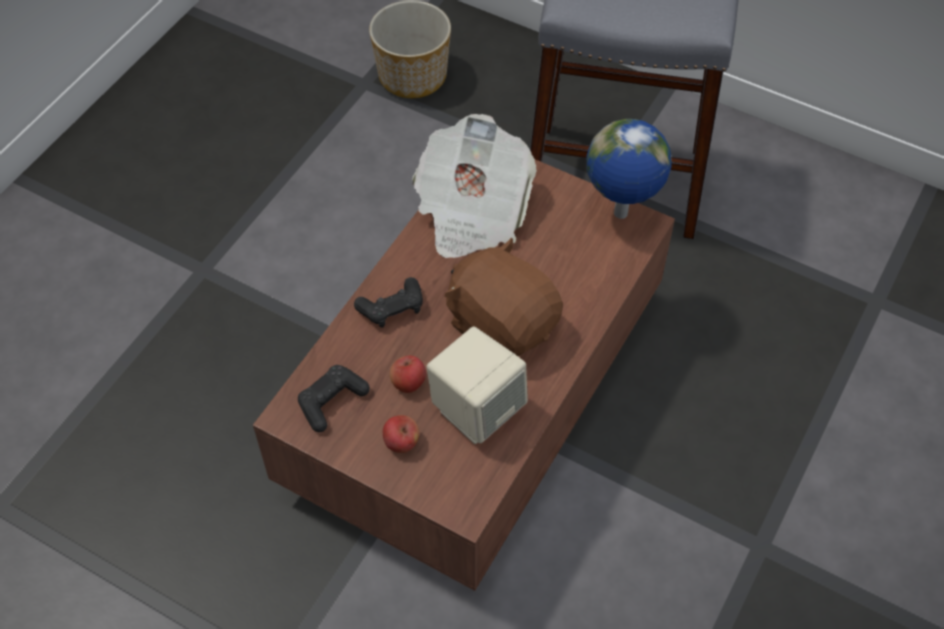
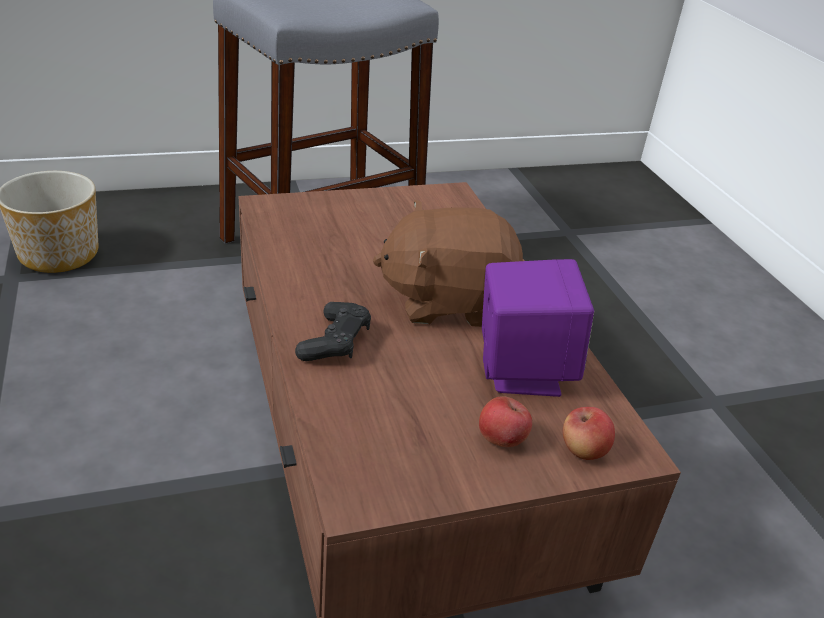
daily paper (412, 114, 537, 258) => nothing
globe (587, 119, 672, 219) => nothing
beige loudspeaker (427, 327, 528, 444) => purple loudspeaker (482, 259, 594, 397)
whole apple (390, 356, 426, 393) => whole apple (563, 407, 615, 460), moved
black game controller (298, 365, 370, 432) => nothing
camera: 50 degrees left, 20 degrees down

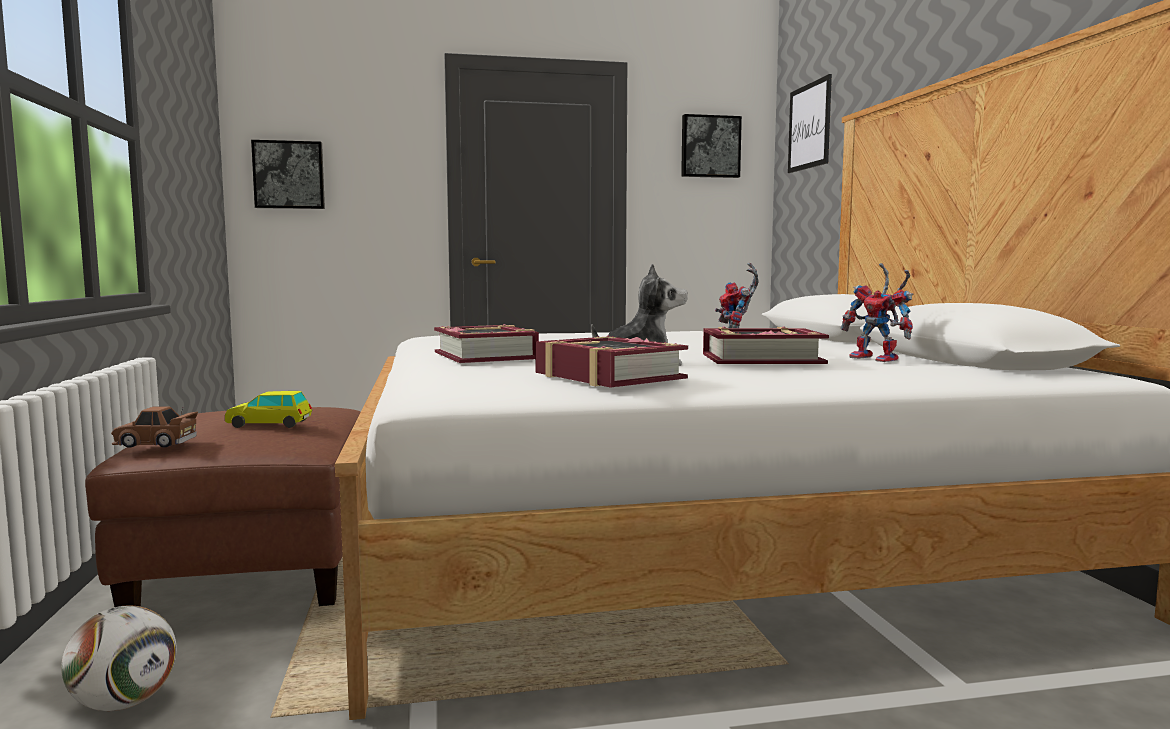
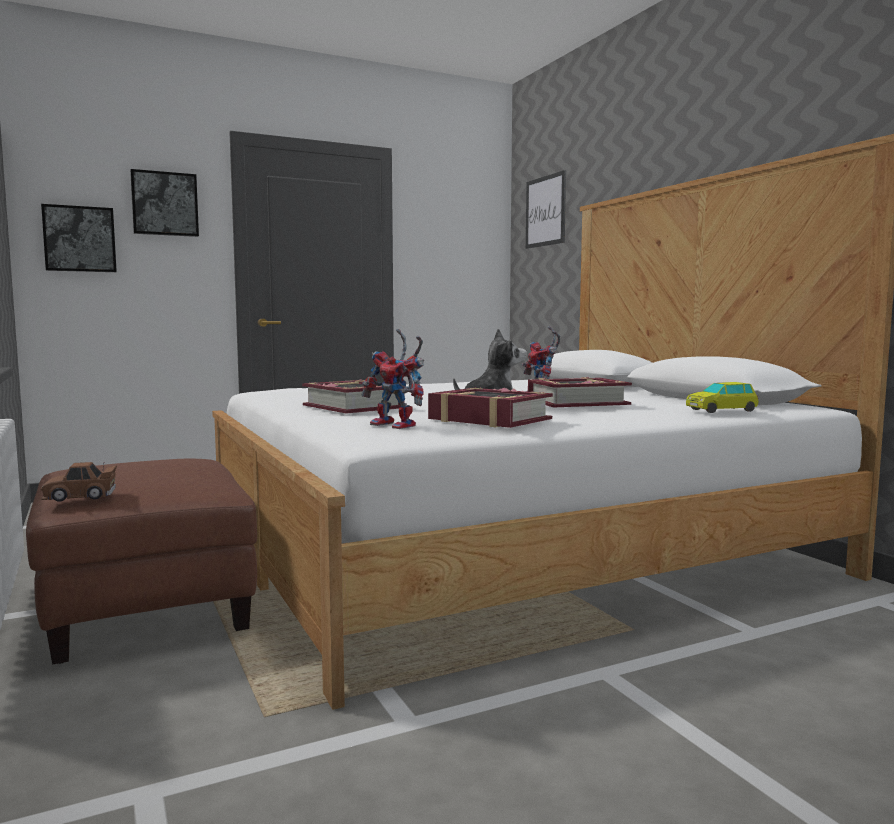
picture (681, 114, 742, 178) => picture (130, 169, 199, 237), moved
toy robot (841, 263, 913, 362) => toy robot (361, 329, 424, 429), moved
toy car (225, 391, 312, 428) => toy car (686, 382, 759, 413), moved
football ball (61, 606, 177, 711) => nothing
camera: 15 degrees left, 0 degrees up

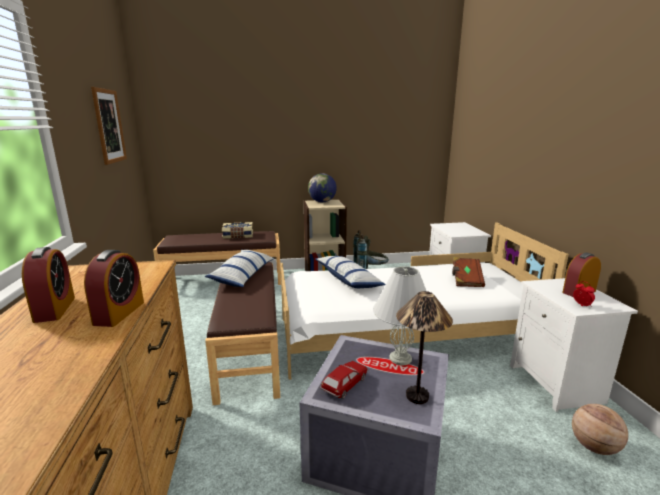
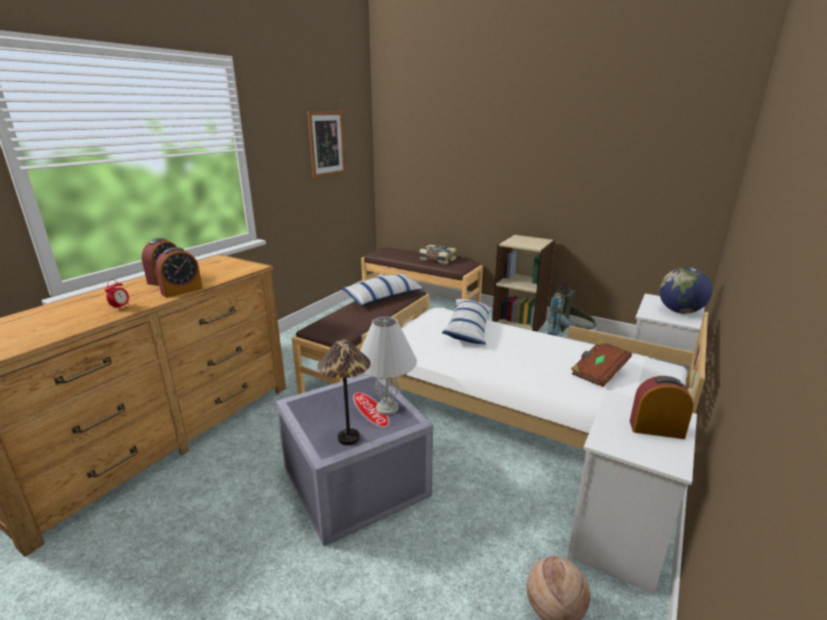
globe (308, 173, 337, 202) => globe (659, 267, 712, 313), moved
alarm clock (573, 281, 595, 307) => alarm clock (105, 279, 130, 309), moved
toy car (320, 361, 368, 399) => nothing
camera: 40 degrees right, 5 degrees up

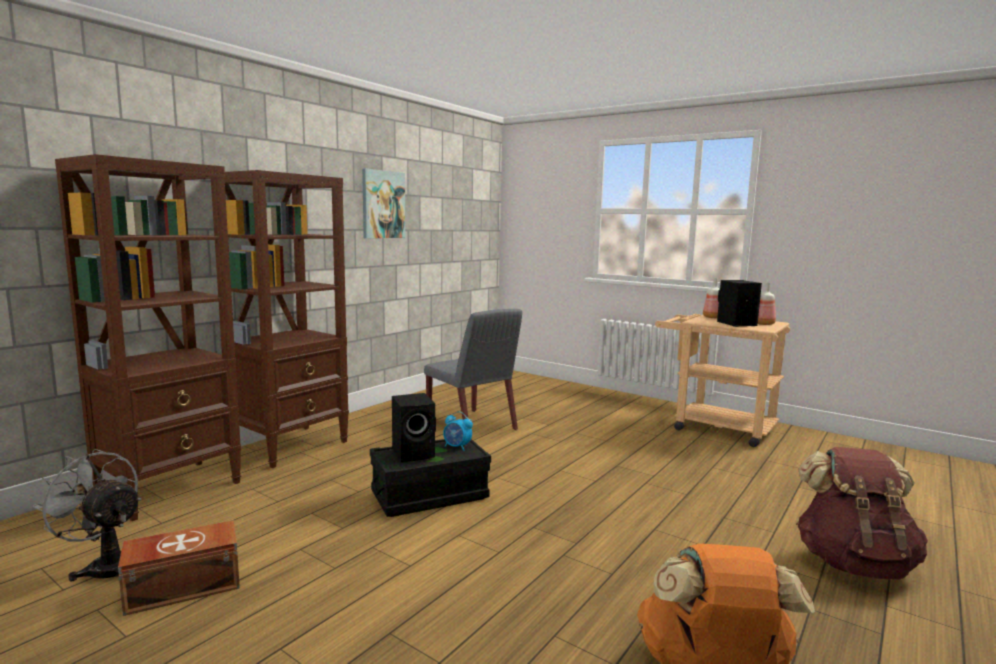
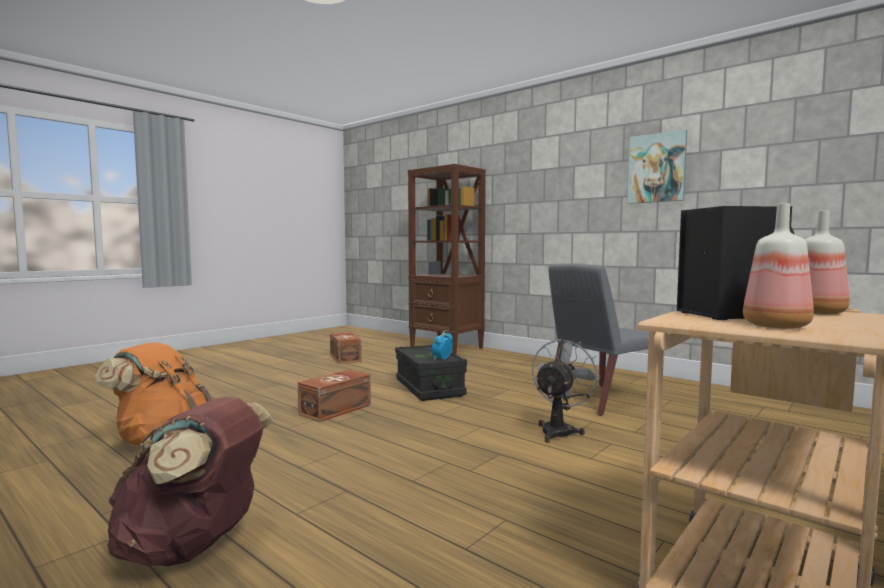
brown bookshelf (224, 170, 349, 468) => nothing
black loudspeaker (392, 393, 436, 462) => nothing
gray cooling fan (33, 449, 142, 582) => gray cooling fan (532, 338, 601, 443), moved
nothing => brown storage box (298, 370, 371, 422)
camera: 95 degrees right, 5 degrees down

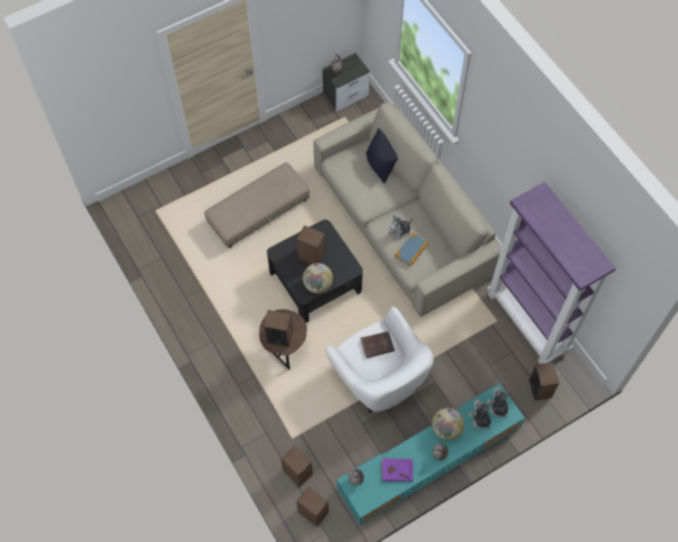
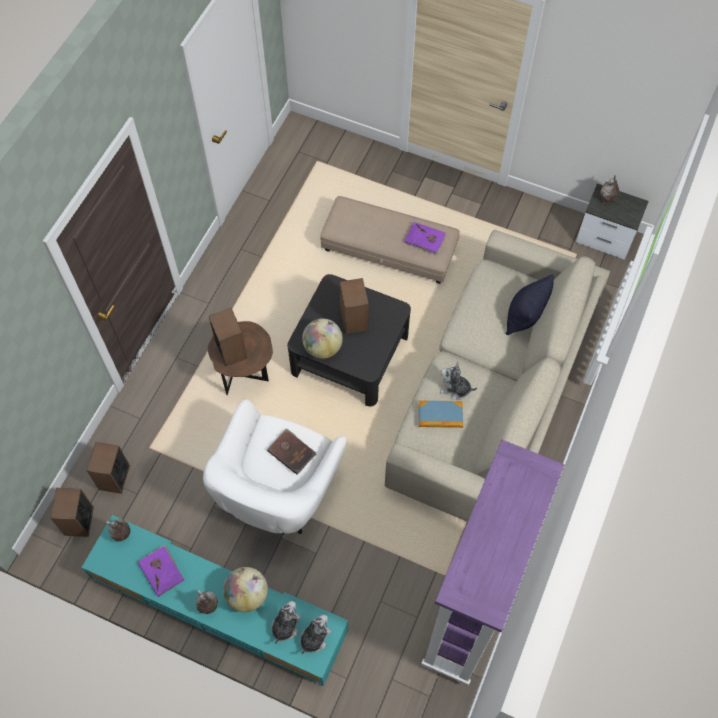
loudspeaker (529, 362, 559, 401) => nothing
nothing => purple volume (404, 222, 446, 255)
camera: 55 degrees right, 0 degrees up

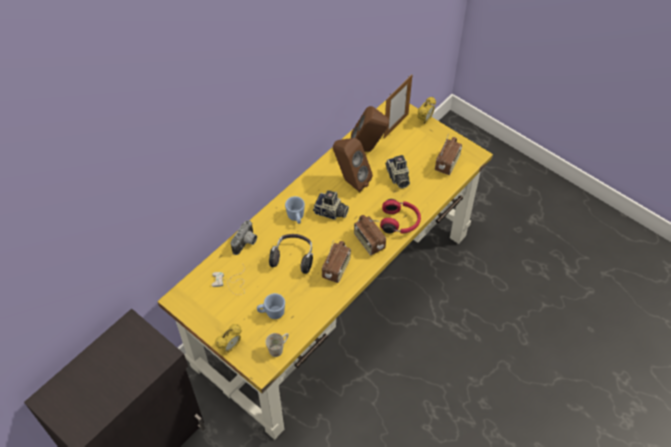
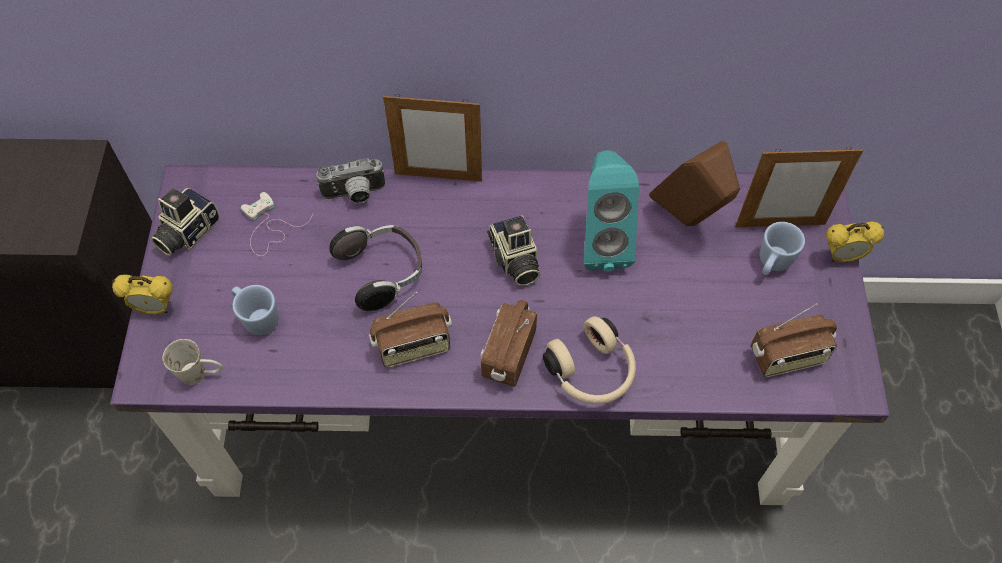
yellow-coloured desk table (157, 100, 493, 440) => purple desk table (110, 165, 890, 505)
brown loudspeaker (333, 138, 373, 192) => turquoise-coloured loudspeaker (584, 150, 639, 272)
still camera (385, 155, 410, 188) => still camera (150, 188, 220, 256), moved
bluish mug (285, 196, 305, 224) => bluish mug (760, 222, 805, 275), moved
red headset (380, 199, 421, 234) => beige headset (543, 316, 636, 404)
nothing => photo frame (383, 96, 482, 182)
camera: 50 degrees right, 5 degrees up

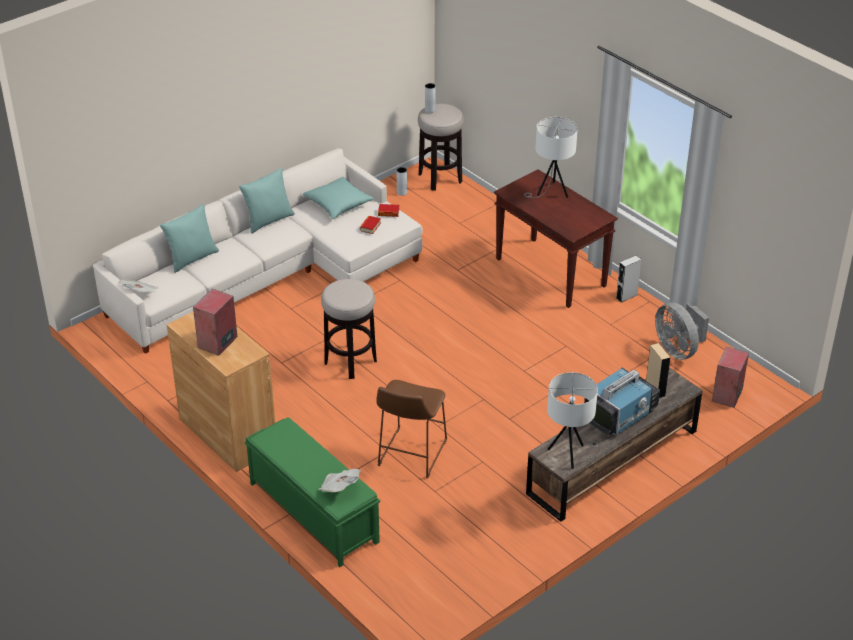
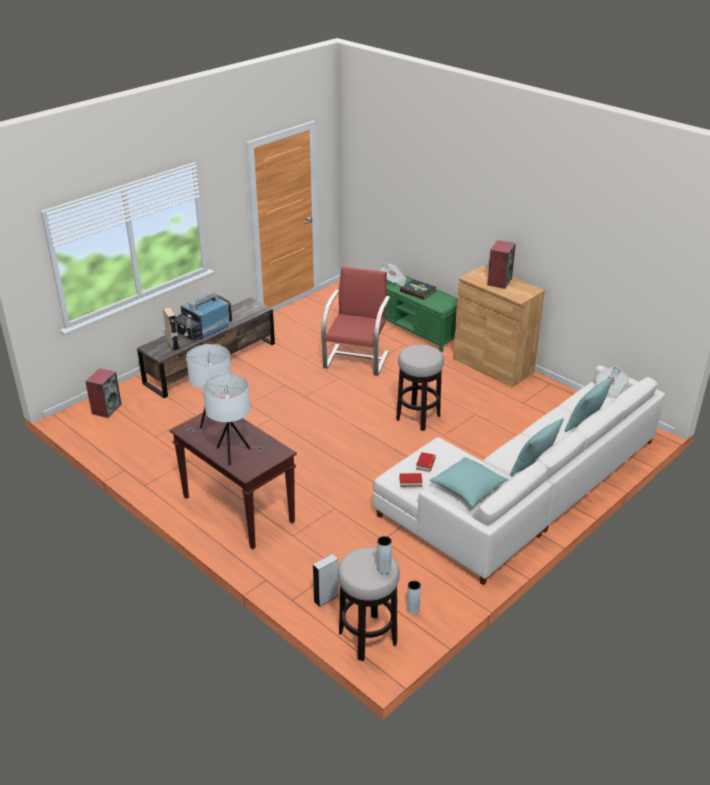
gray loudspeaker (616, 256, 641, 303) => gray loudspeaker (313, 554, 339, 607), moved
gray cooling fan (655, 303, 709, 360) => nothing
white table lamp (547, 372, 598, 469) => white table lamp (186, 344, 232, 433), moved
brown sitting stool (376, 380, 447, 479) => red easy chair (321, 267, 390, 376)
nothing => volume (400, 279, 437, 300)
camera: 175 degrees right, 5 degrees down

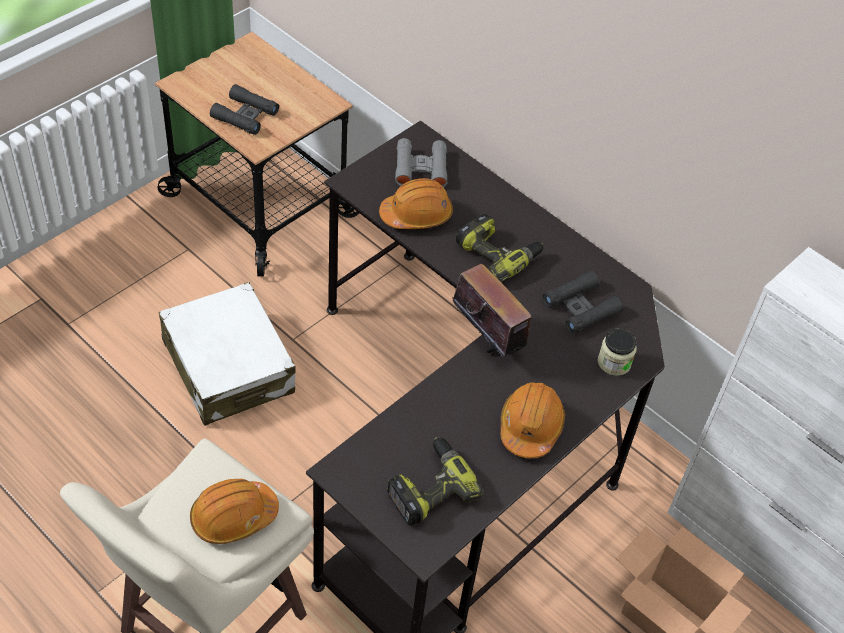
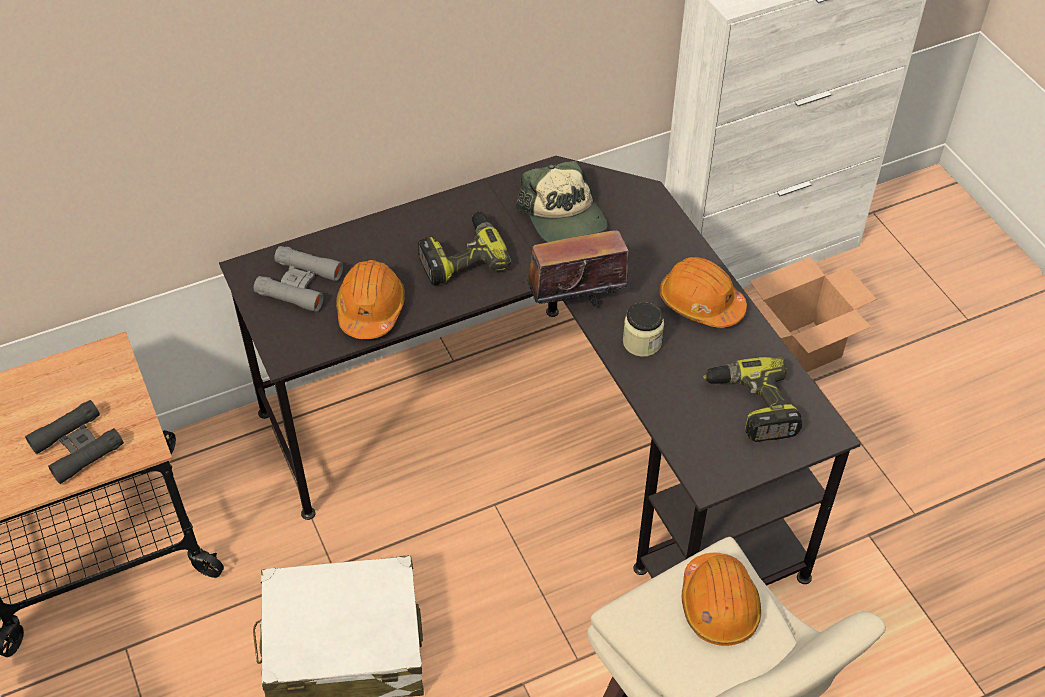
black pair of binoculars (543, 271, 623, 334) => cap (516, 161, 607, 242)
jar (598, 328, 637, 376) => jar (623, 302, 664, 357), moved
camera: 65 degrees left, 0 degrees up

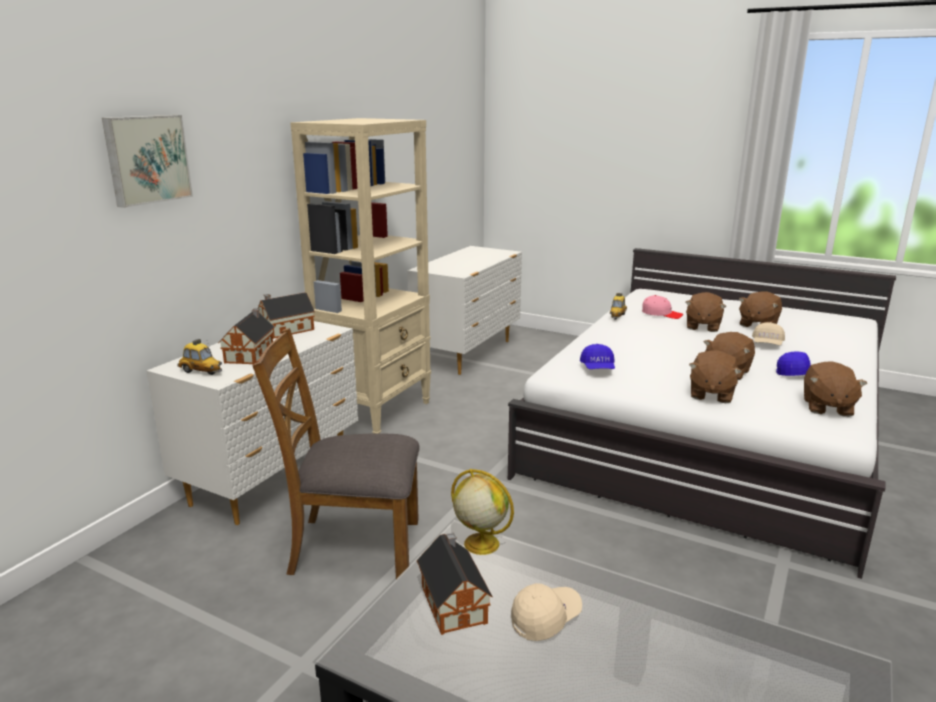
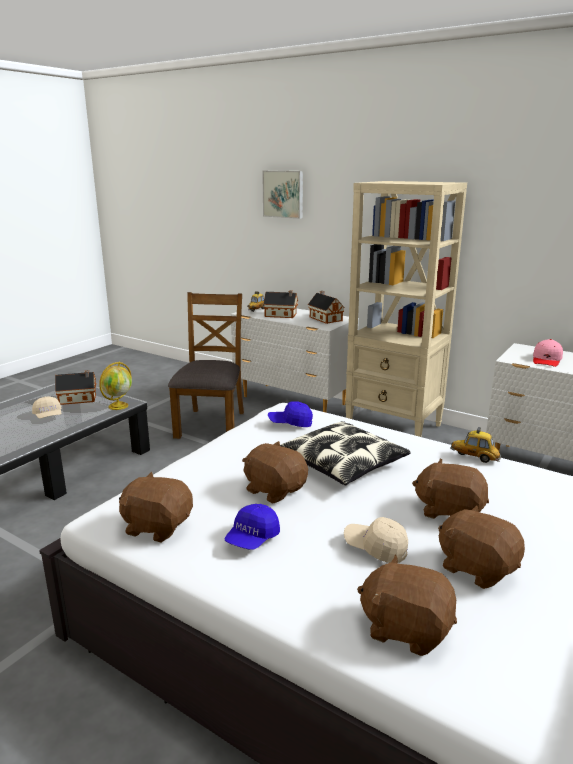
pink-coloured cap (642, 295, 683, 319) => pink-coloured cap (533, 339, 563, 367), moved
brown soft toy (689, 350, 742, 403) => brown soft toy (357, 555, 457, 656), moved
nothing => cushion (280, 421, 411, 486)
camera: 95 degrees right, 0 degrees up

